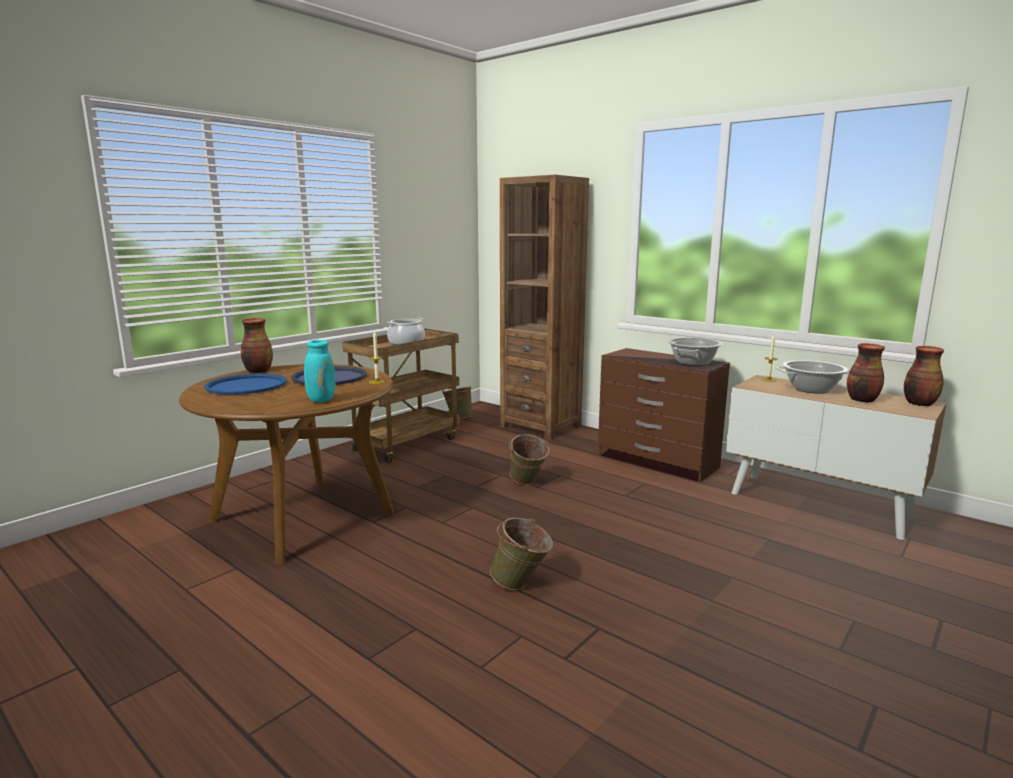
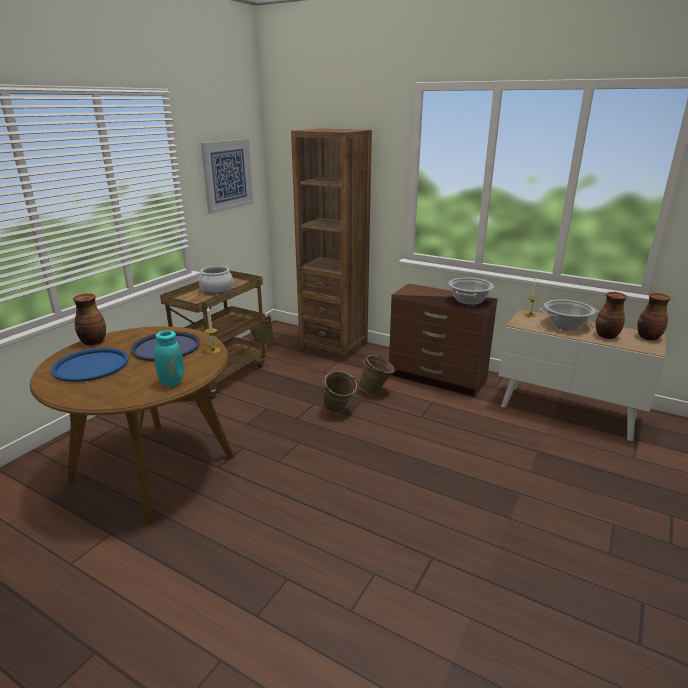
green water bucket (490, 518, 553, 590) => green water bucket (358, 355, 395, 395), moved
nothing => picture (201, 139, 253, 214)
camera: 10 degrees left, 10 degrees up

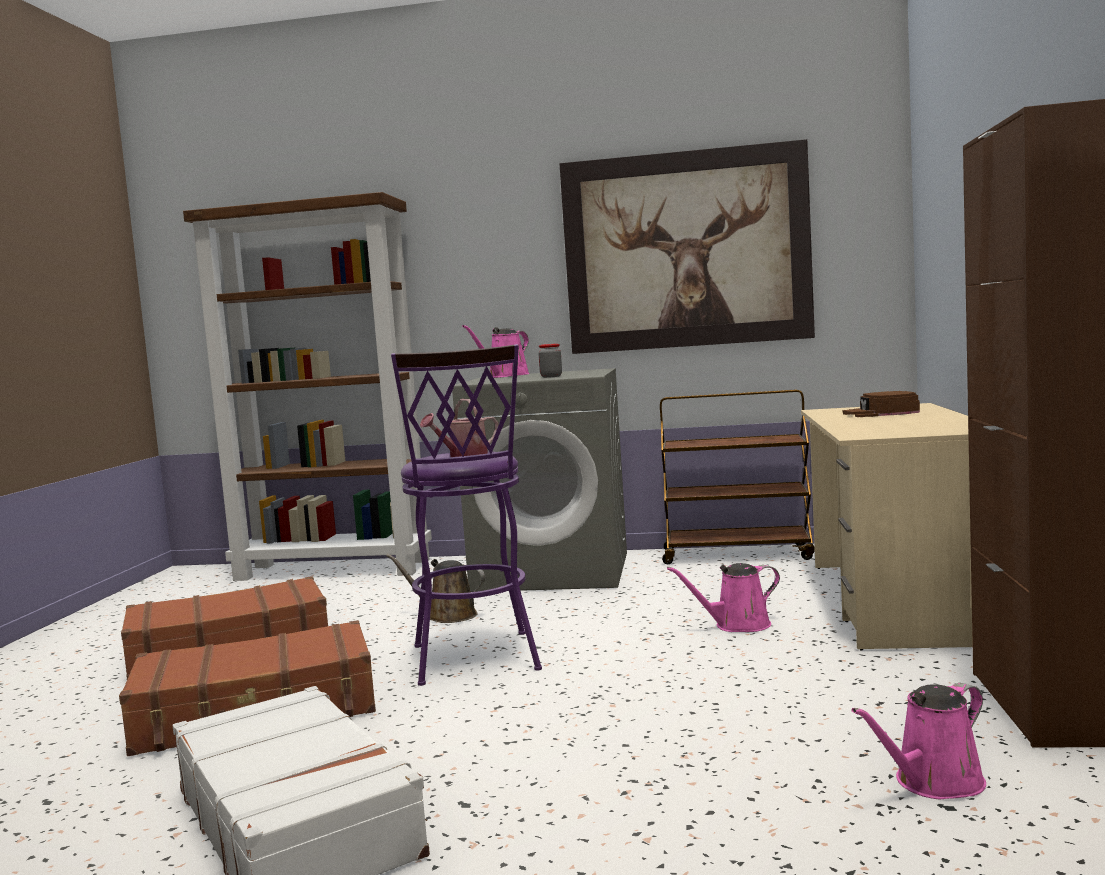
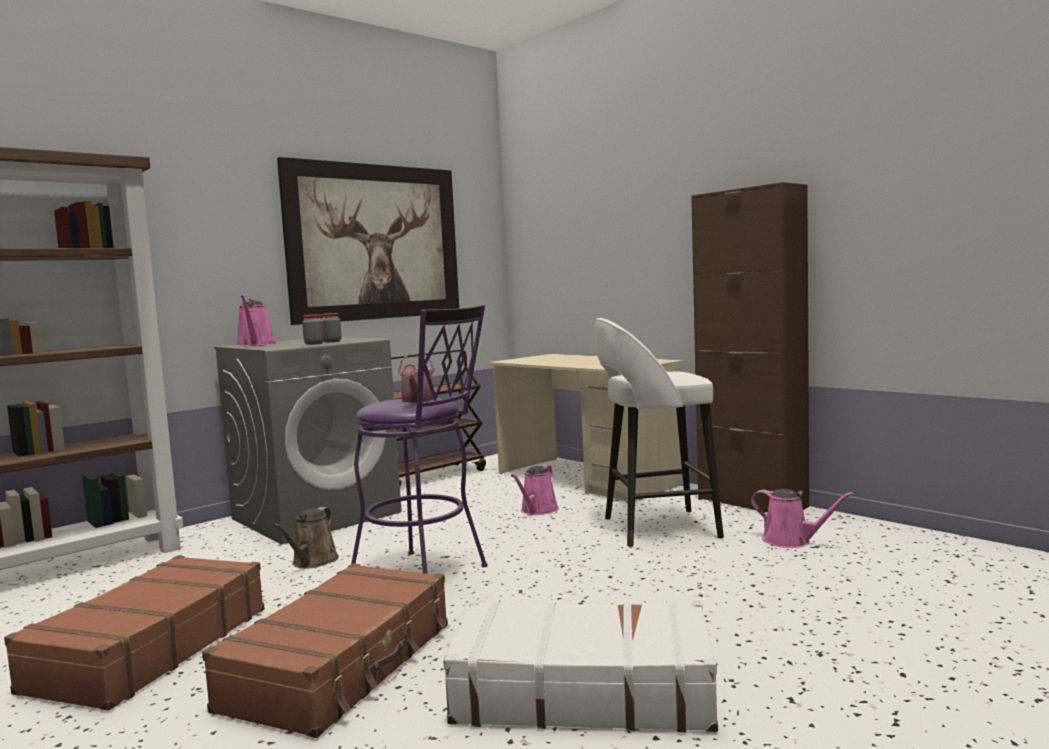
brown cap (843, 391, 920, 417) => nothing
brown watering pot (386, 554, 485, 623) => brown watering pot (273, 507, 339, 568), 45 degrees counterclockwise
pink-coloured watering pot (851, 683, 986, 800) => pink-coloured watering pot (751, 489, 854, 548), 60 degrees counterclockwise
nothing => jar (302, 314, 324, 345)
nothing => white sitting stool (595, 318, 724, 547)
camera: 50 degrees left, 0 degrees up

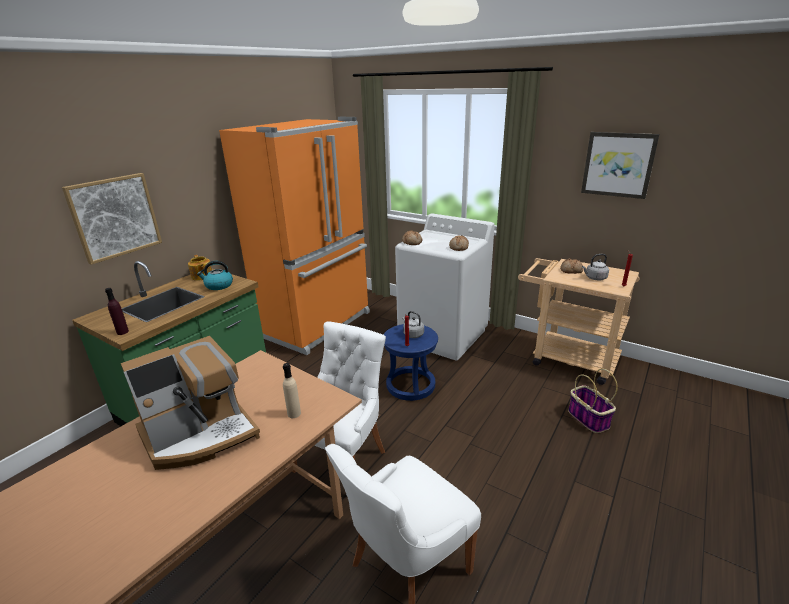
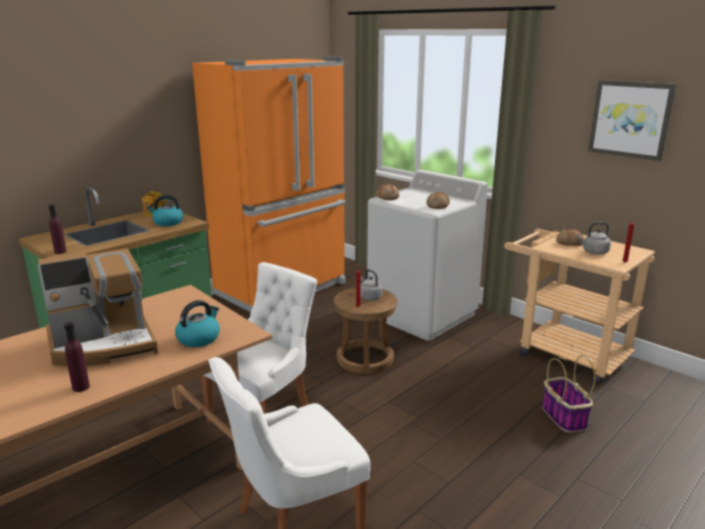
picture (62, 173, 162, 265) => nothing
bluish sitting stool (383, 324, 438, 401) => brown sitting stool (334, 288, 398, 374)
beige beverage bottle (283, 363, 301, 418) => kettle (175, 300, 220, 347)
nothing => purple beverage bottle (64, 322, 90, 392)
camera: 10 degrees right, 5 degrees down

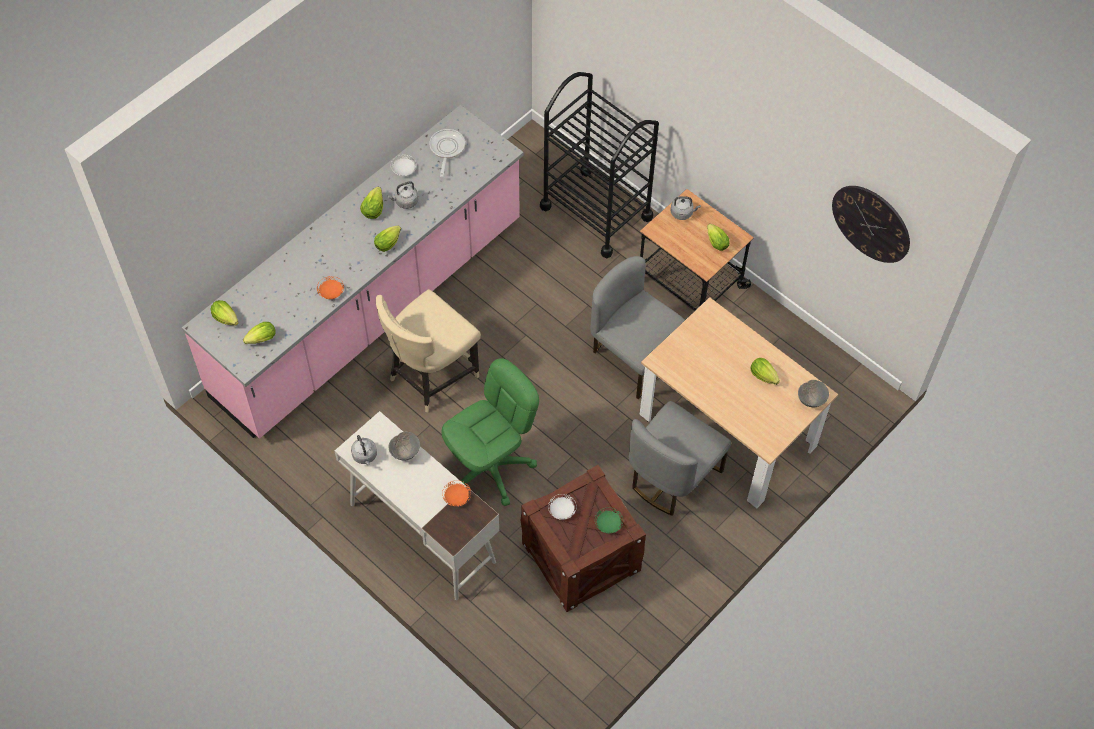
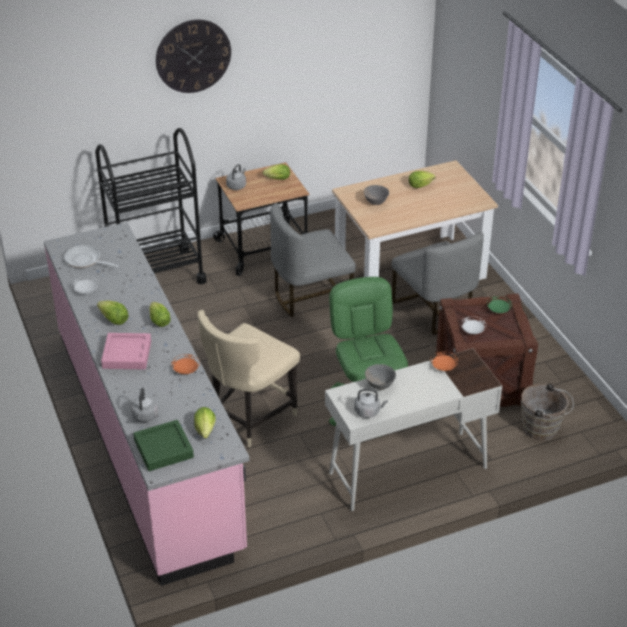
gray kettle (388, 181, 419, 209) => gray kettle (131, 388, 158, 422), moved
clock on the wall (832, 186, 910, 263) => clock on the wall (156, 20, 231, 93), moved
beige plain chair (376, 289, 481, 413) => beige plain chair (198, 310, 300, 447), 60 degrees clockwise
lettuce head (210, 300, 239, 326) => green carrying tray (133, 420, 194, 471)
gray deep dish (798, 380, 829, 407) => gray deep dish (364, 185, 389, 205), moved
nothing => pink-coloured carrying tray (101, 333, 151, 369)
nothing => brown water bucket (521, 383, 574, 441)
camera: 65 degrees left, 20 degrees down

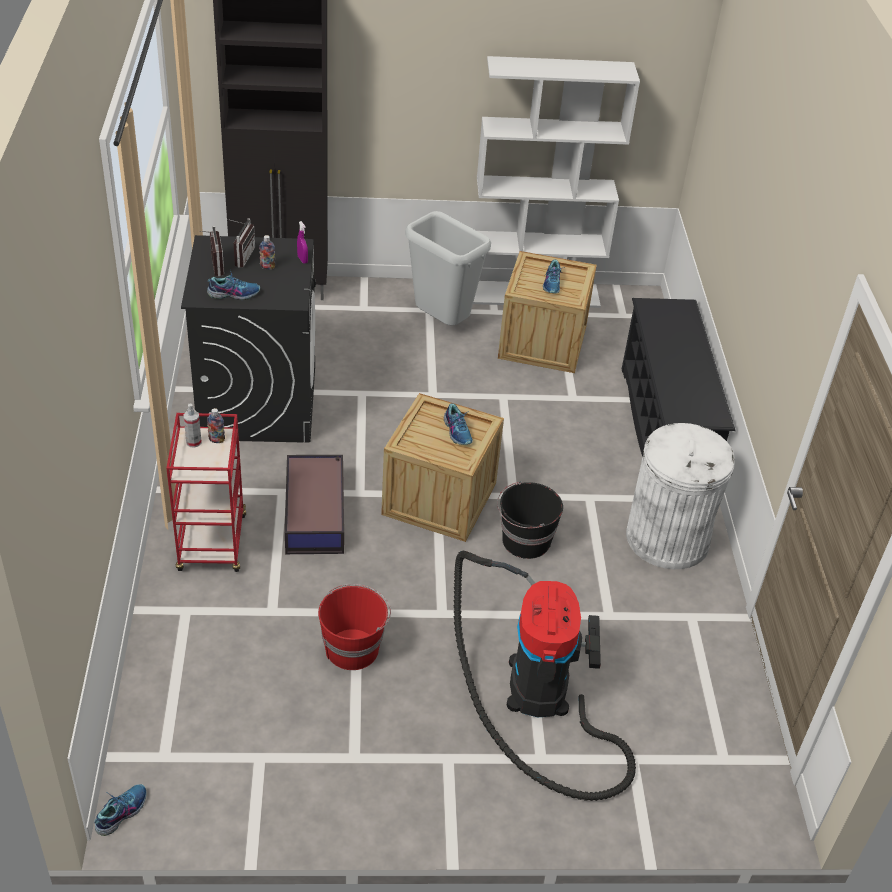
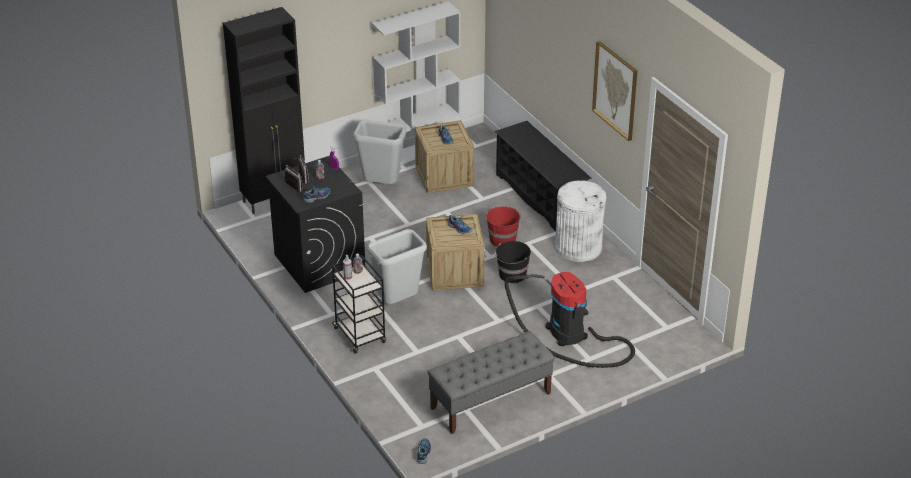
red cart (166, 413, 246, 572) => black cart (332, 255, 387, 353)
storage box (285, 455, 344, 554) => gray trash can (367, 229, 427, 304)
red water bucket (318, 584, 391, 670) => red water bucket (486, 206, 521, 247), moved
nothing => picture (592, 41, 637, 141)
nothing => gray indoor bench (428, 331, 555, 434)
camera: 25 degrees left, 5 degrees down

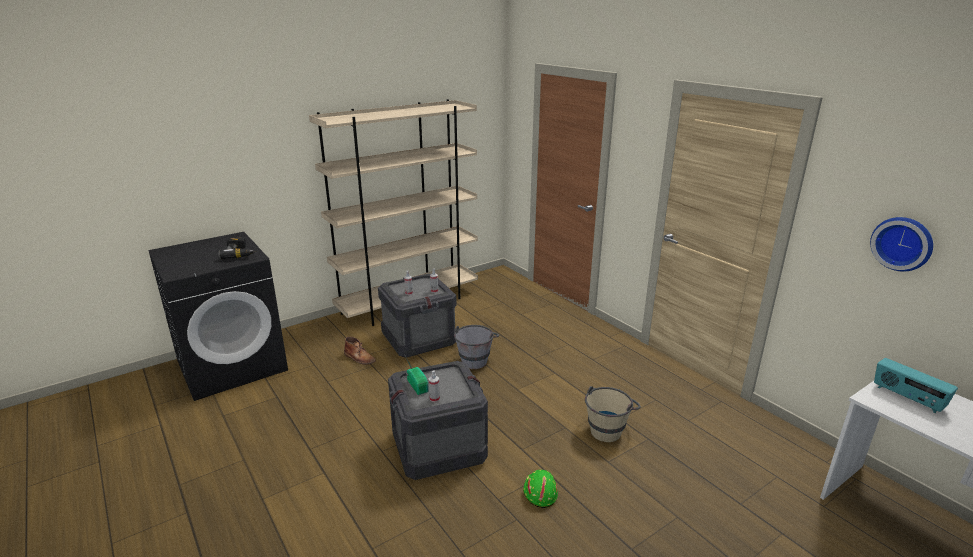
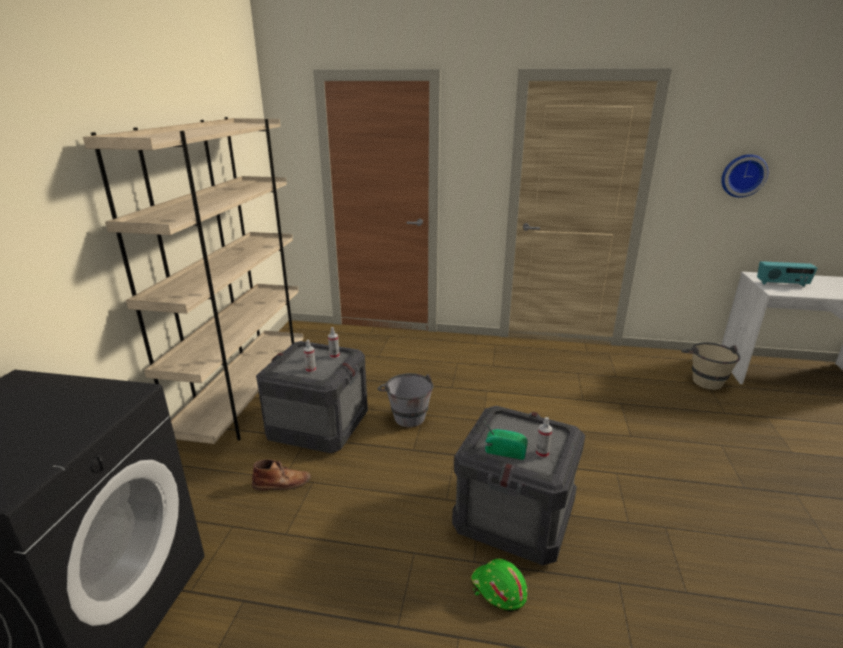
drill (218, 237, 256, 259) => nothing
beige water bucket (585, 386, 641, 442) => beige water bucket (681, 342, 740, 390), moved
green work helmet (523, 470, 558, 508) => green work helmet (470, 559, 527, 612), moved
camera: 45 degrees left, 0 degrees up

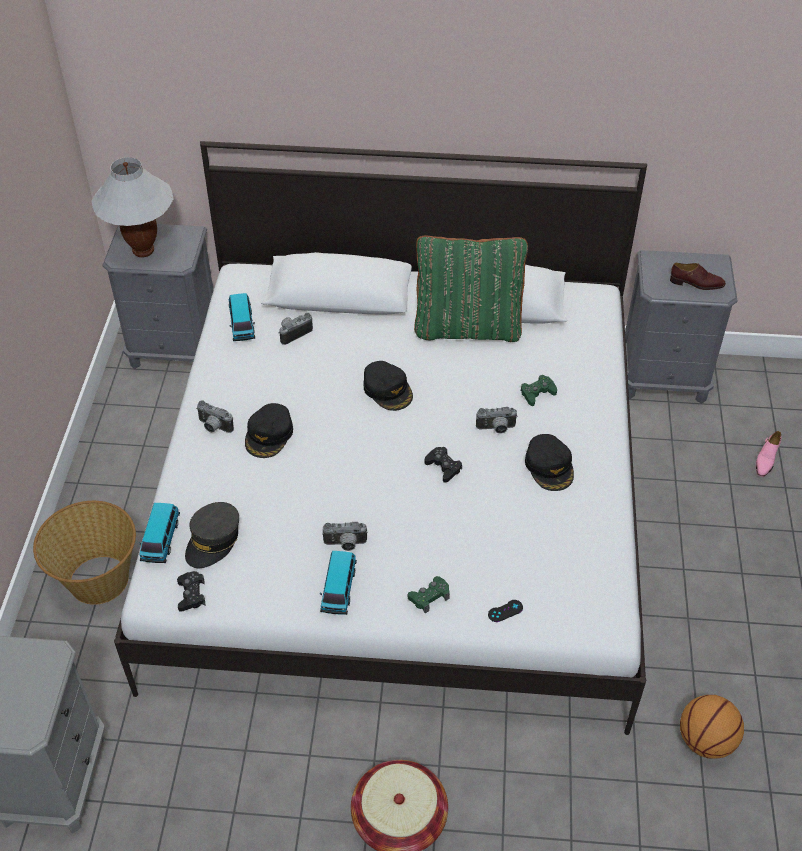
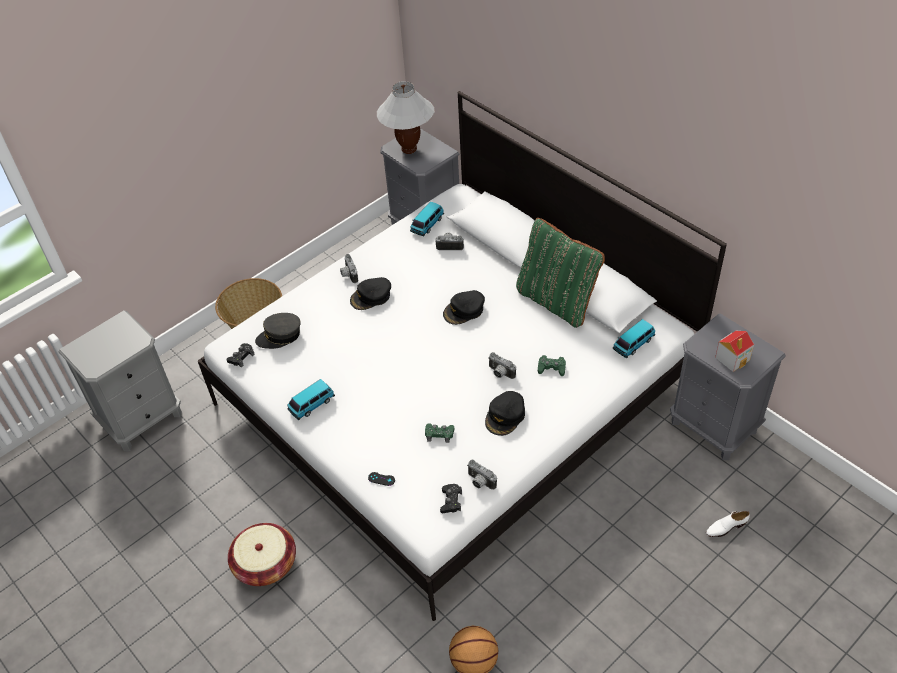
brown shoe (670, 263, 726, 290) => miniature house (715, 331, 754, 372)
black cap (363, 361, 413, 411) => black cap (443, 290, 485, 325), 45 degrees clockwise
pink-coloured shoe (756, 431, 781, 477) => white shoe (706, 511, 750, 537)
black game controller (425, 447, 462, 483) => black game controller (440, 484, 462, 513), moved
toy car (139, 503, 180, 563) => toy car (613, 319, 655, 358), moved
still camera (322, 522, 368, 551) => still camera (467, 460, 497, 490), moved
green game controller (408, 576, 450, 613) => green game controller (425, 423, 455, 443), moved
camera: 45 degrees right, 0 degrees up

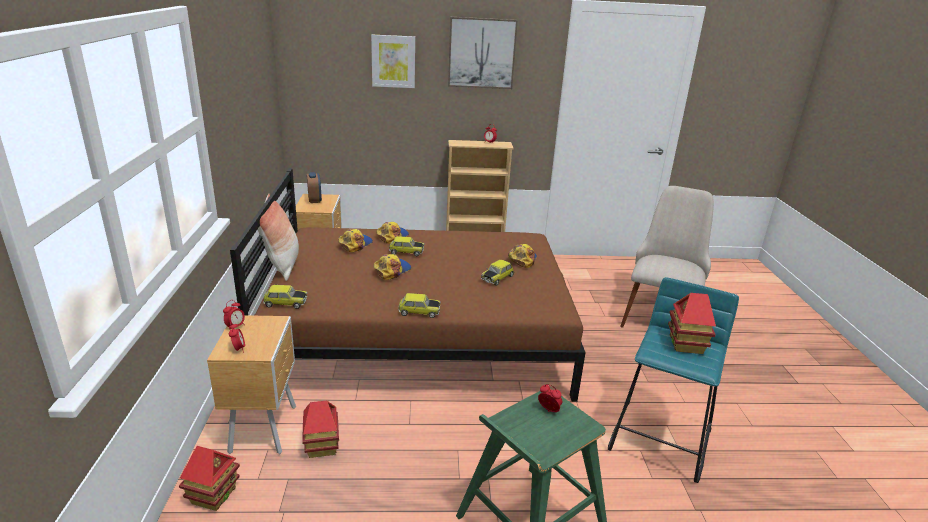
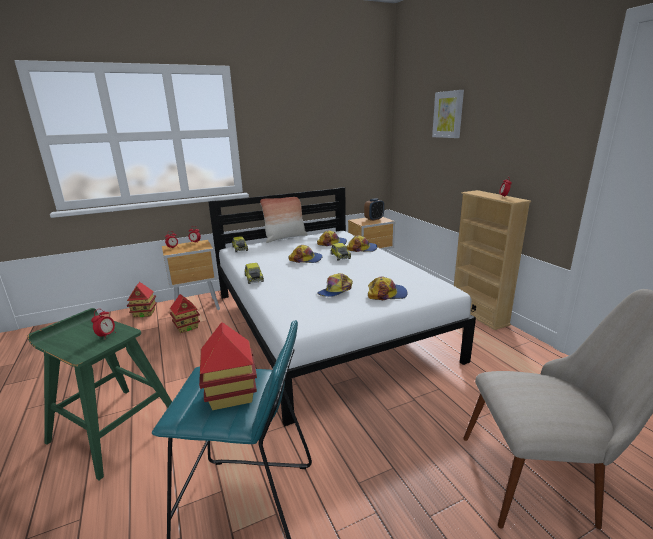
picture (448, 17, 518, 89) => nothing
brown bedroom bed (230, 168, 586, 402) => white bedroom bed (208, 187, 476, 427)
toy car (481, 260, 514, 286) => cap (317, 273, 353, 297)
camera: 70 degrees right, 5 degrees down

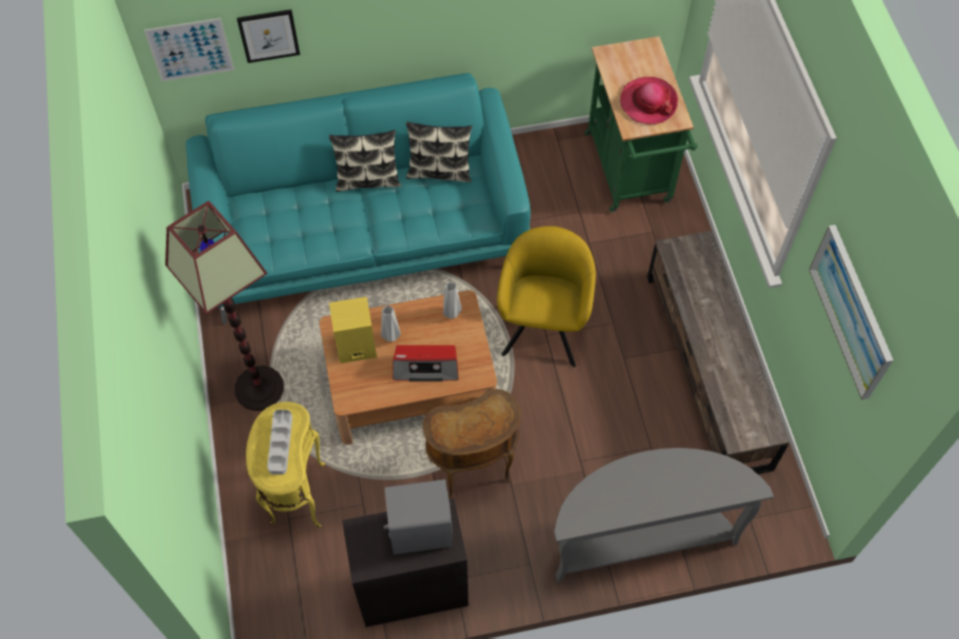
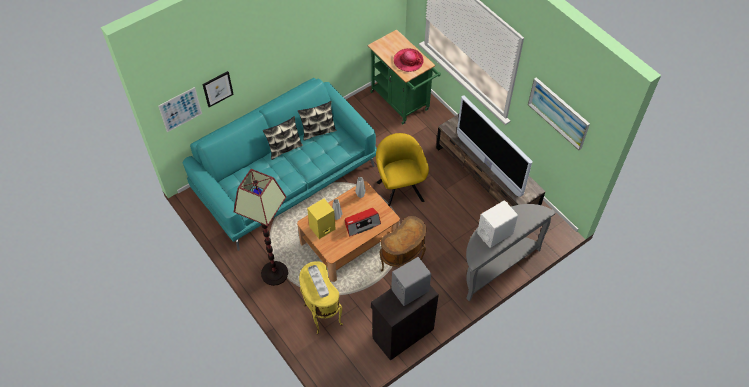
nothing => TV set (457, 96, 533, 197)
nothing => white loudspeaker (477, 200, 518, 248)
camera: 25 degrees left, 5 degrees down

